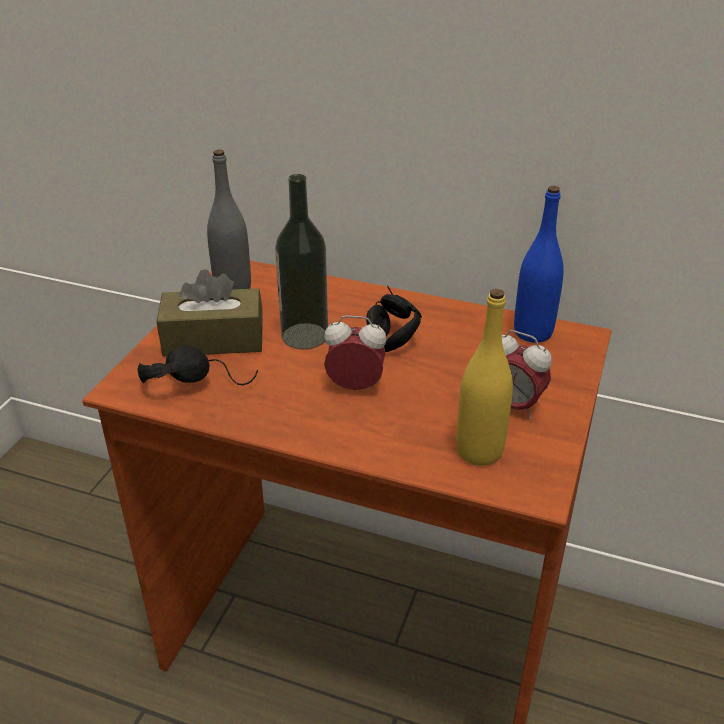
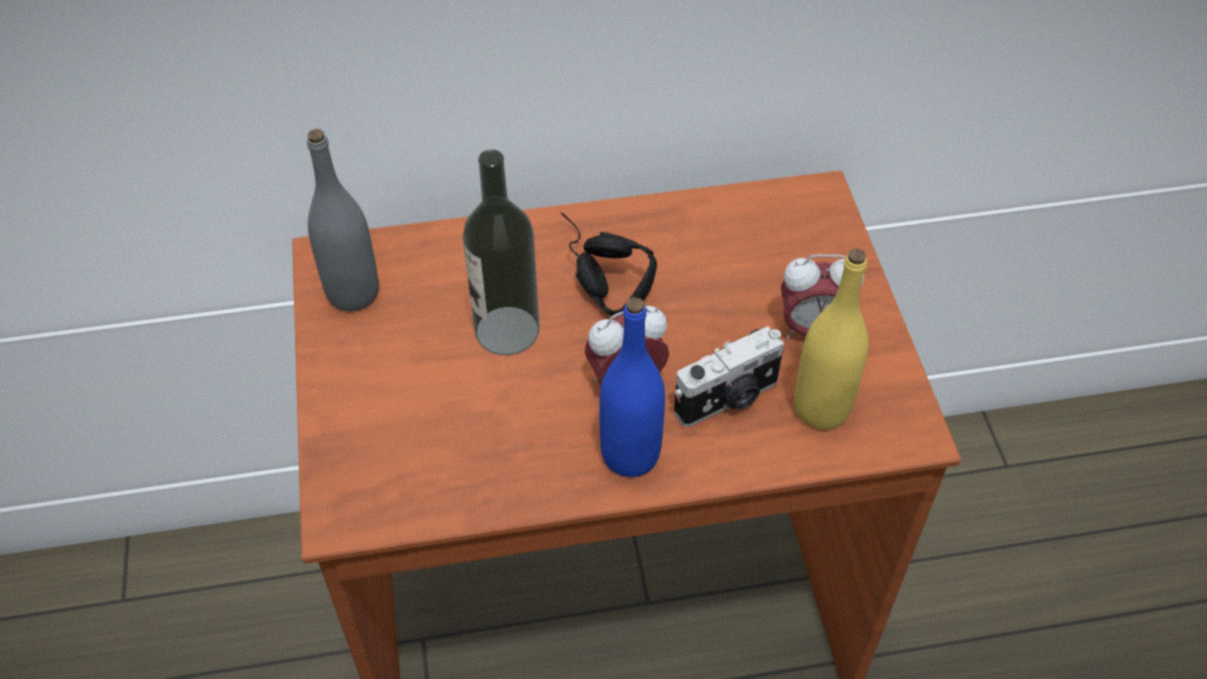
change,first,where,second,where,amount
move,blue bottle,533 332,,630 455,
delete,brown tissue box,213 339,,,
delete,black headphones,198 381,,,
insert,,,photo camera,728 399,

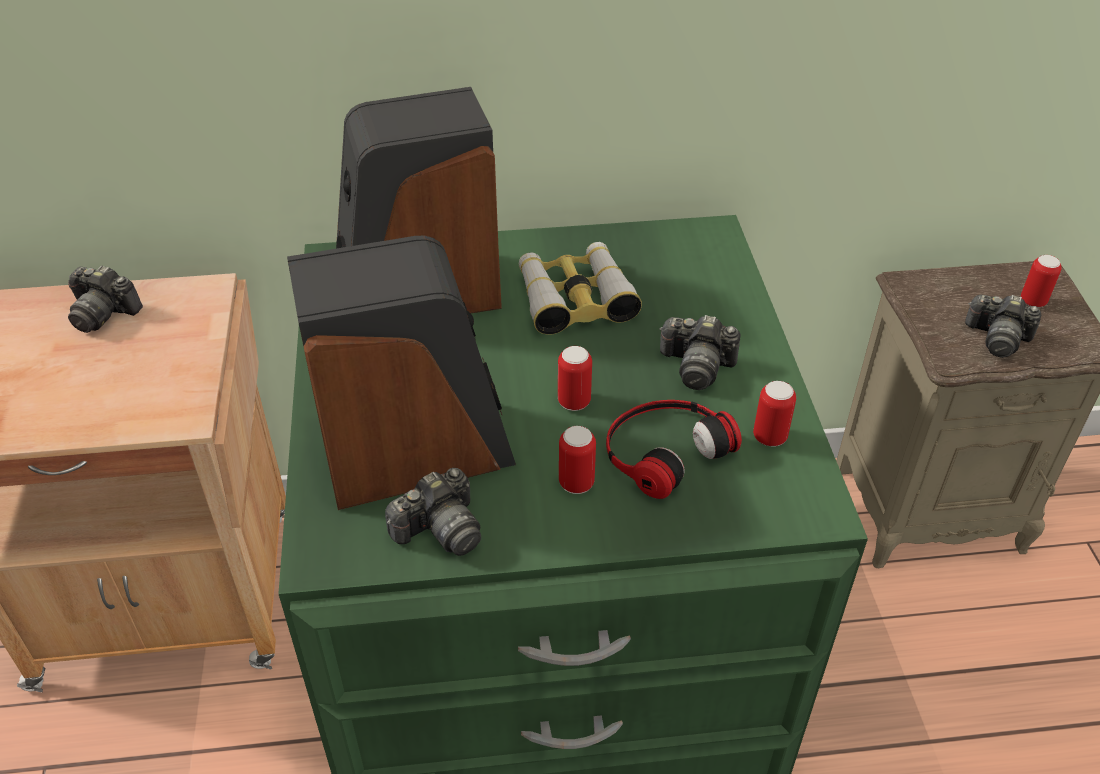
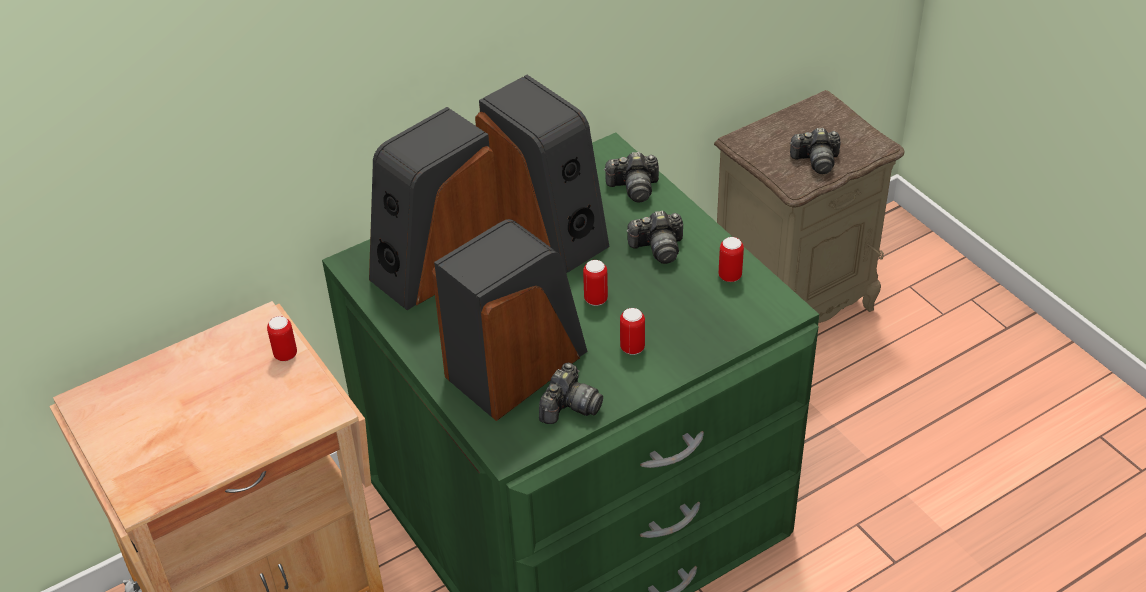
change,first,where,second,where,amount
replace,binoculars,575 298,speaker,547 230,
move,can,1033 301,,285 355,
move,photo camera,103 313,,634 188,
delete,headphones,664 449,,,

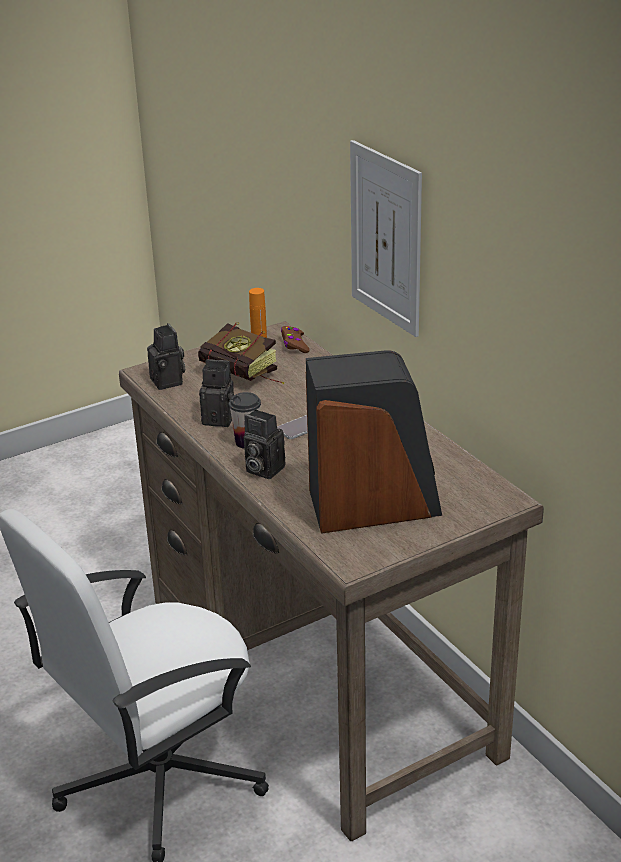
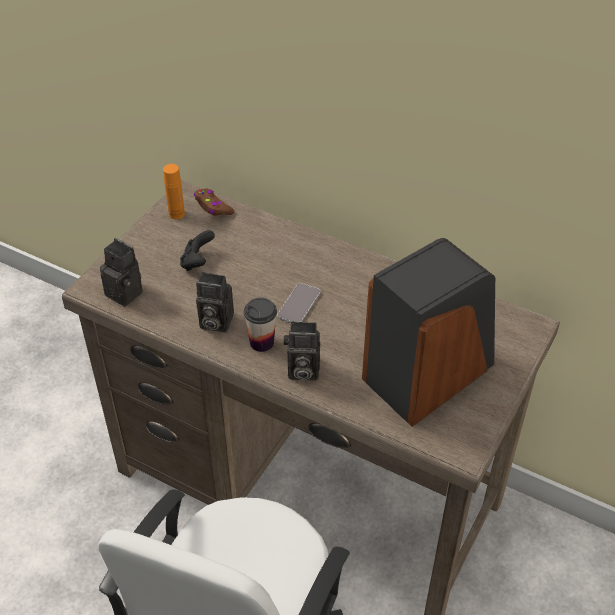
change,first,where,second,where,amount
delete,picture,386 238,,,
replace,book,245 377,black game controller,197 262,
rotate,photo camera,221 418,,214 322,150 degrees counterclockwise

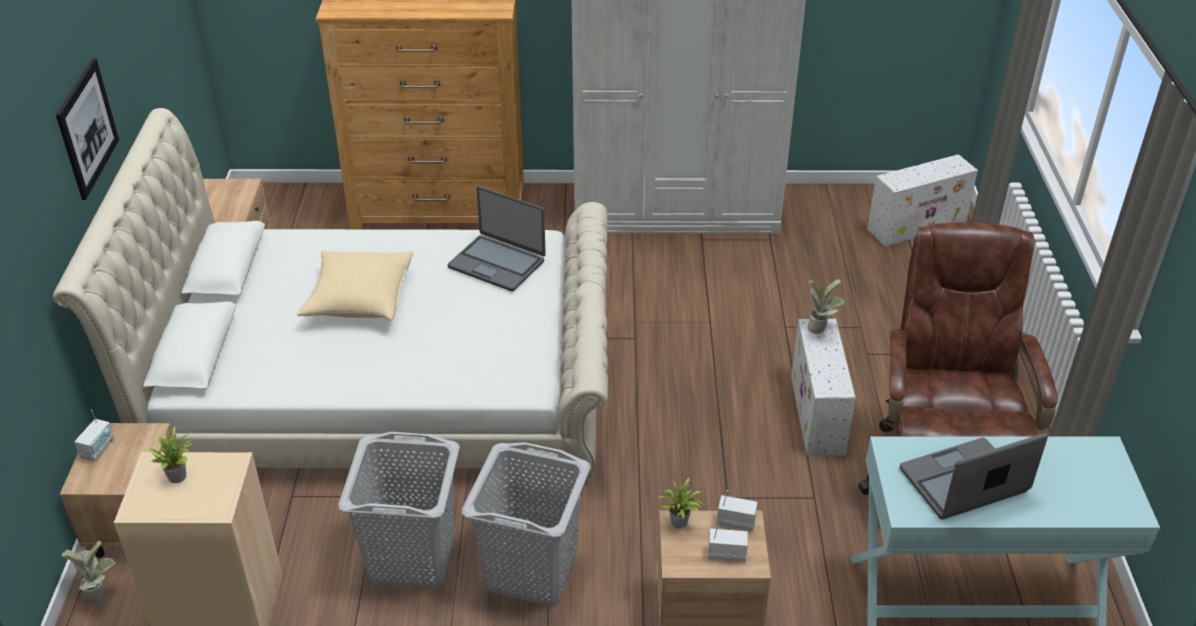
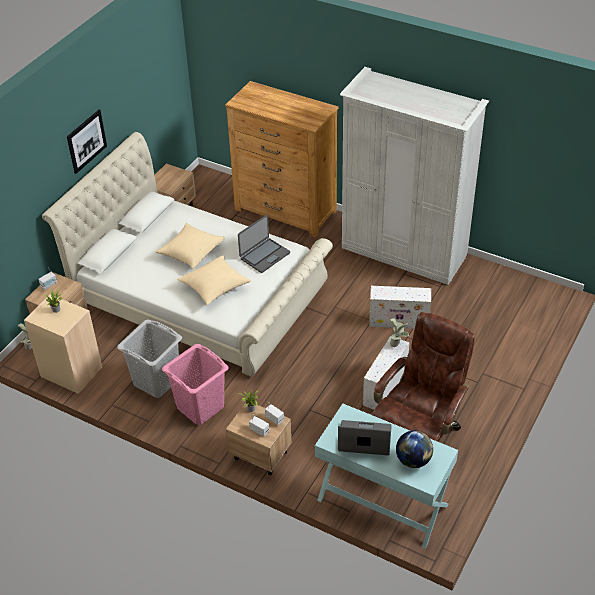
change,first,where,second,where,amount
move,white storage box,918 225,,399 321,
rotate,laptop,497 263,,264 255,105 degrees counterclockwise
recolor,grey laundry basket,530 571,pink laundry basket,200 407,
insert,,,beige pillow,215 288,
insert,,,globe,413 460,

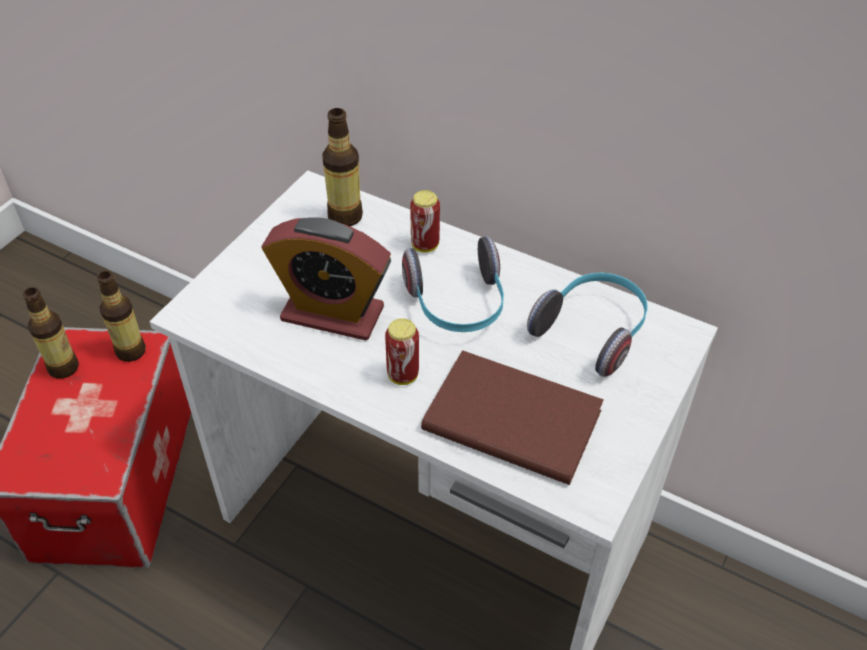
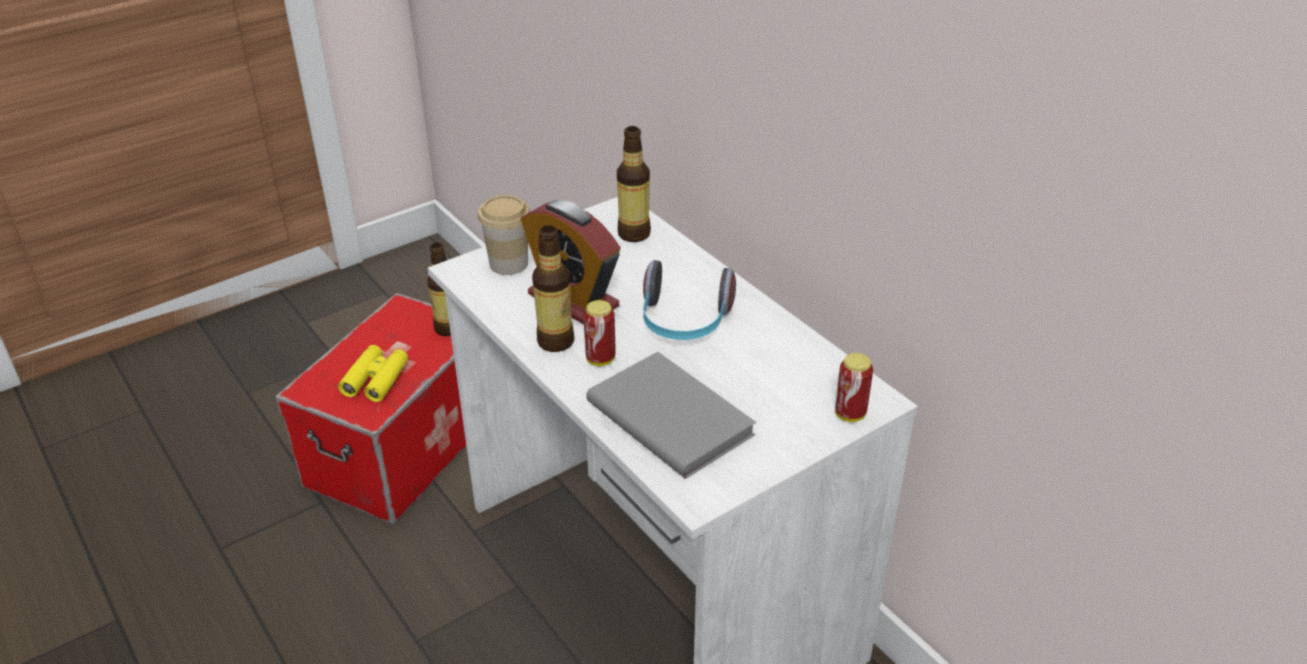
change,first,where,second,where,amount
move,can,425 245,,850 414,
delete,headphones,592 331,,,
move,bottle,63 367,,556 341,
recolor,brown book,511 417,grey book,671 415,
insert,,,cup,508 264,
insert,,,yellow binoculars,376 379,

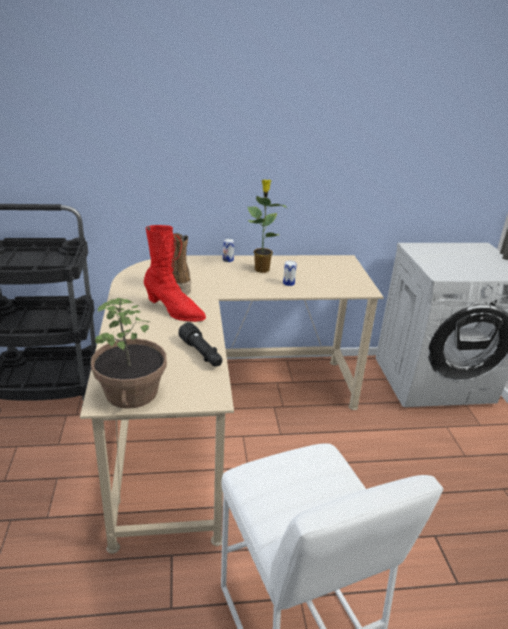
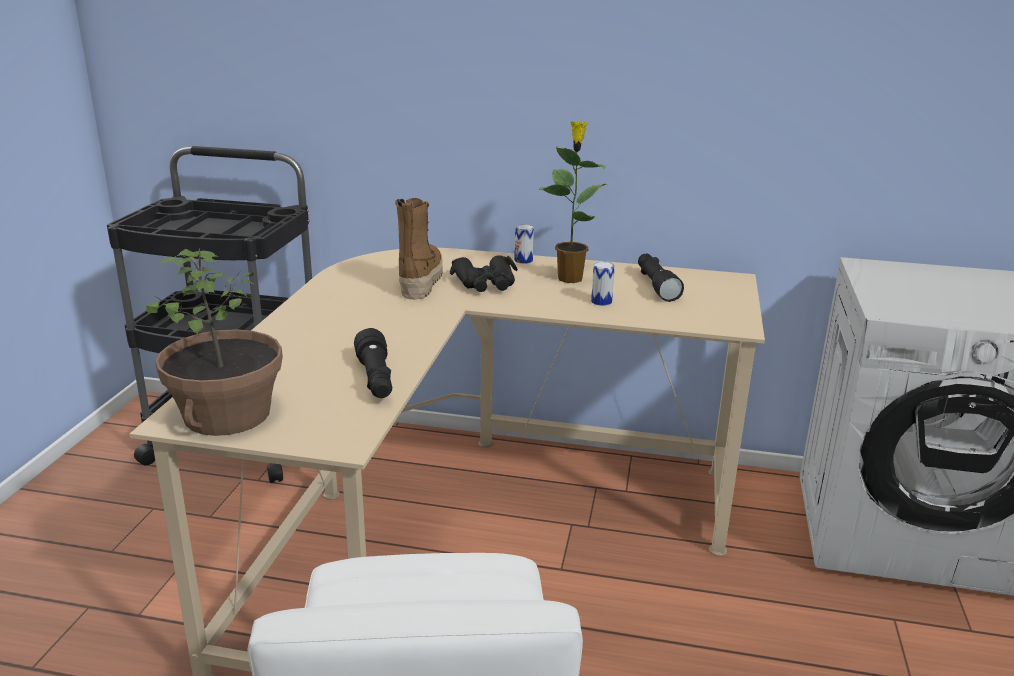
change,first,where,second,where,amount
delete,red boot,174 311,,,
insert,,,black flashlight,655 285,
insert,,,black binoculars,486 283,

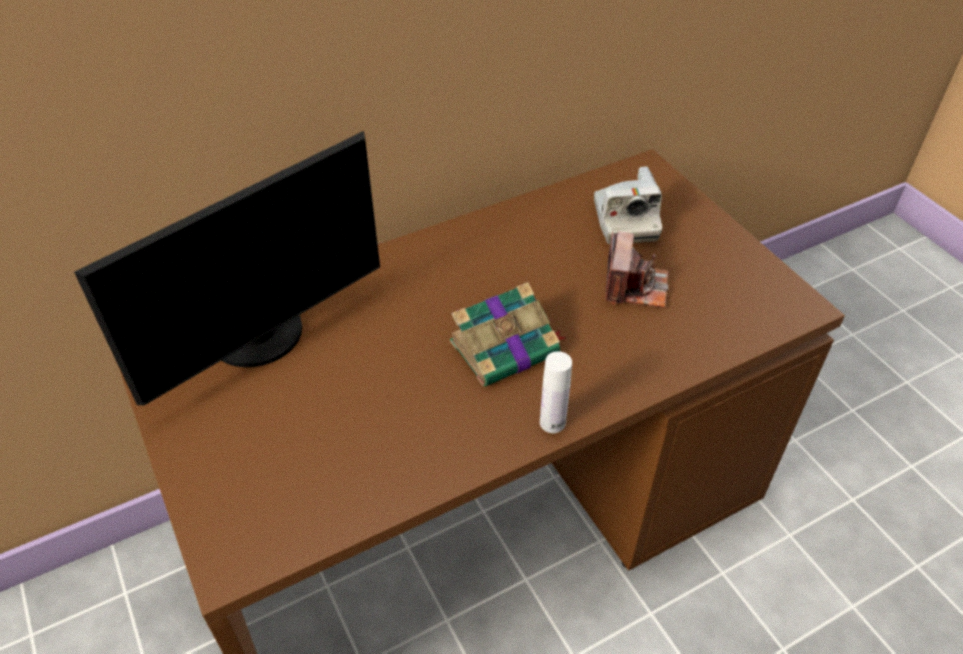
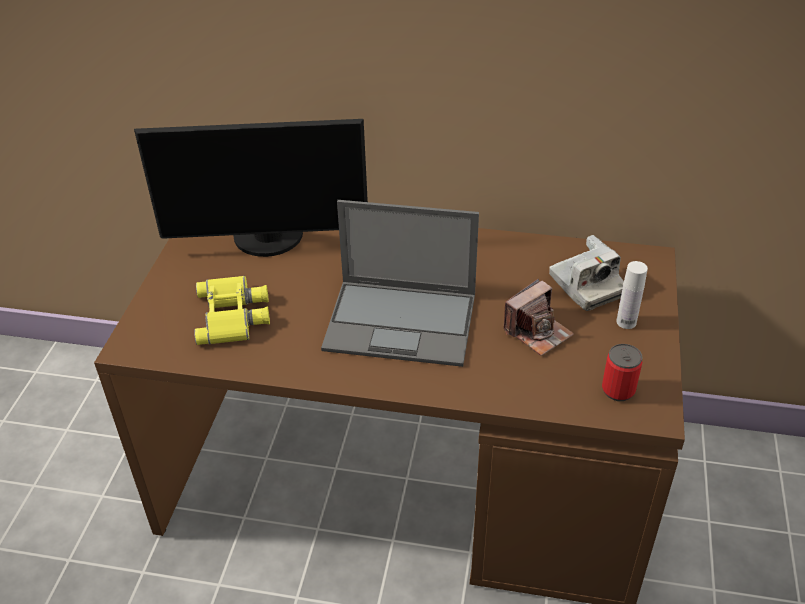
change,first,where,second,where,amount
rotate,photo camera,625 221,,585 286,60 degrees counterclockwise
replace,book,507 347,laptop,402 322,
move,white bottle,552 422,,626 322,
insert,,,yellow binoculars,234 315,
insert,,,can,618 390,

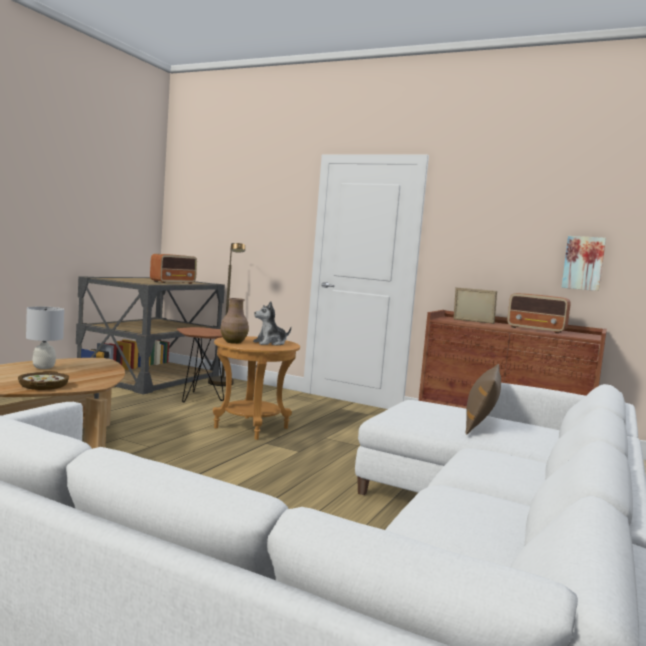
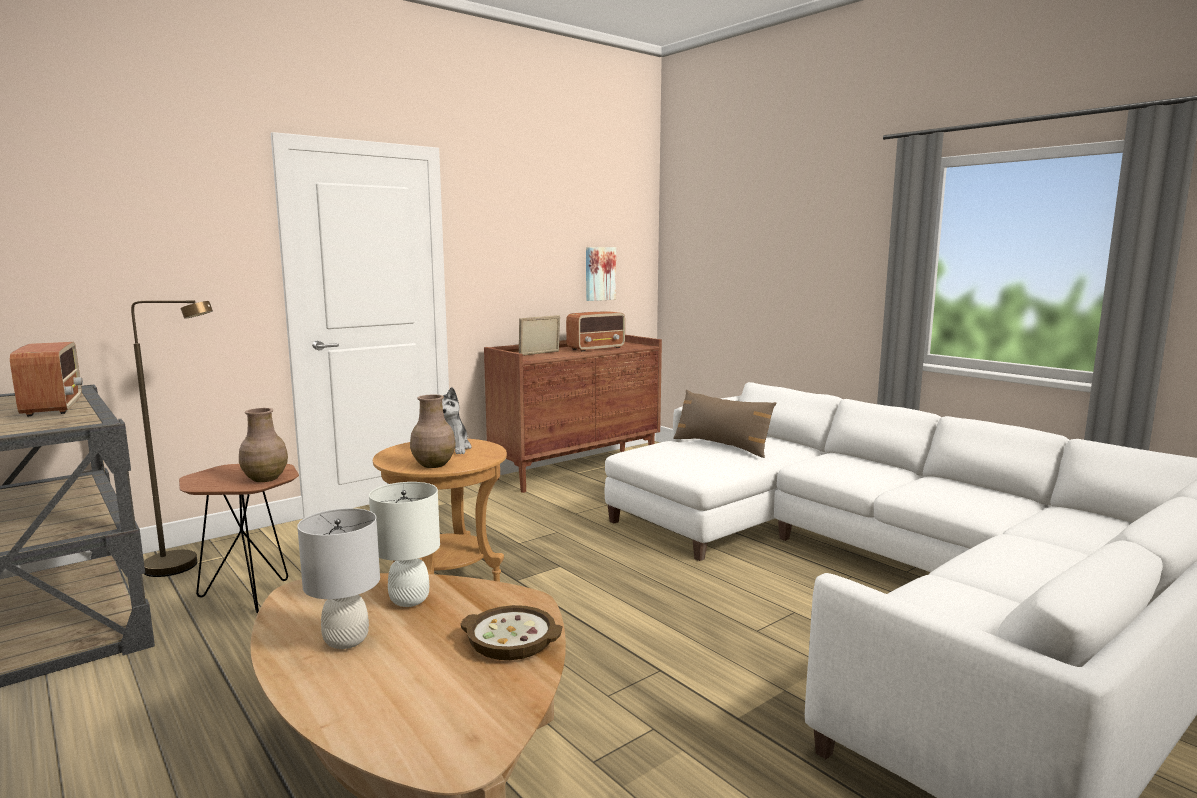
change,first,where,second,where,amount
insert,,,brown vase,265 478,
insert,,,white table lamp,410 600,

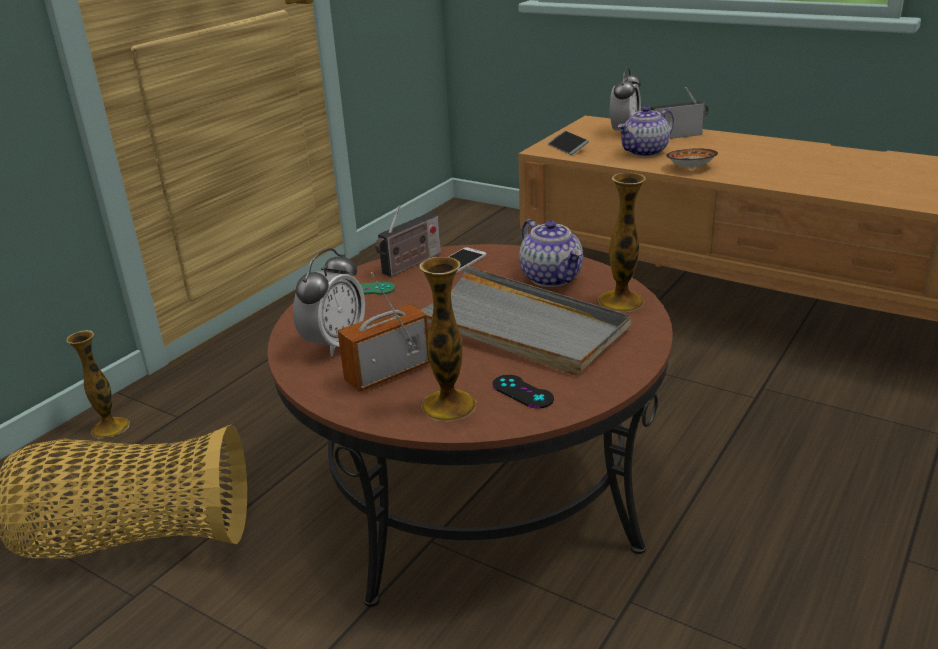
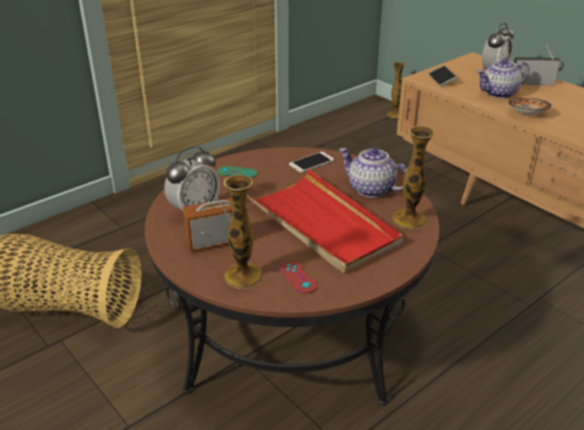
change,first,where,second,where,amount
delete,radio,410 265,,,
rotate,teapot,552 278,,370 189,135 degrees clockwise
recolor,grey tray,516 326,red tray,322 224,
move,vase,110 428,,396 114,
recolor,black game controller,522 392,red game controller,298 277,

